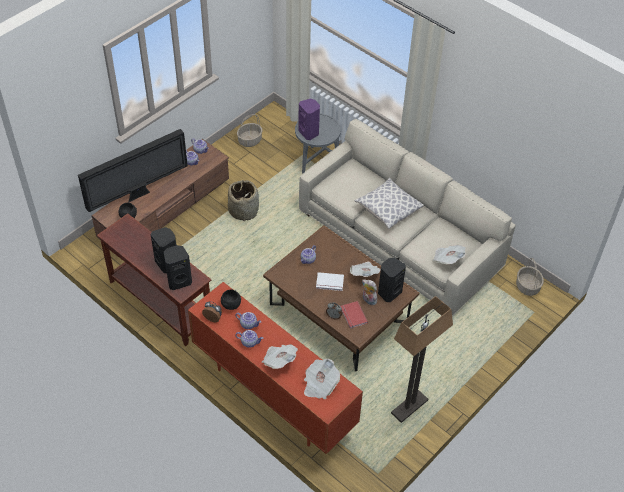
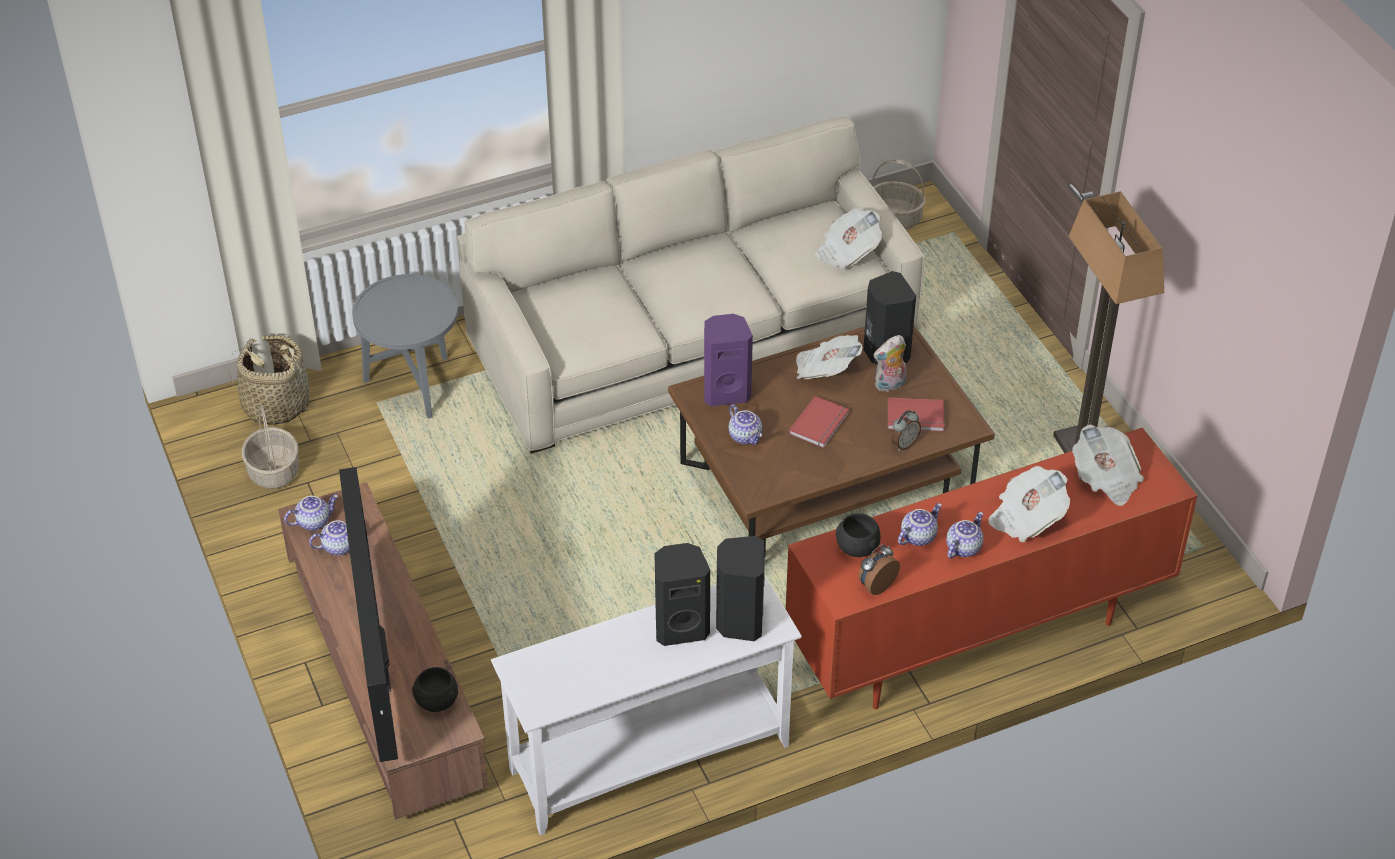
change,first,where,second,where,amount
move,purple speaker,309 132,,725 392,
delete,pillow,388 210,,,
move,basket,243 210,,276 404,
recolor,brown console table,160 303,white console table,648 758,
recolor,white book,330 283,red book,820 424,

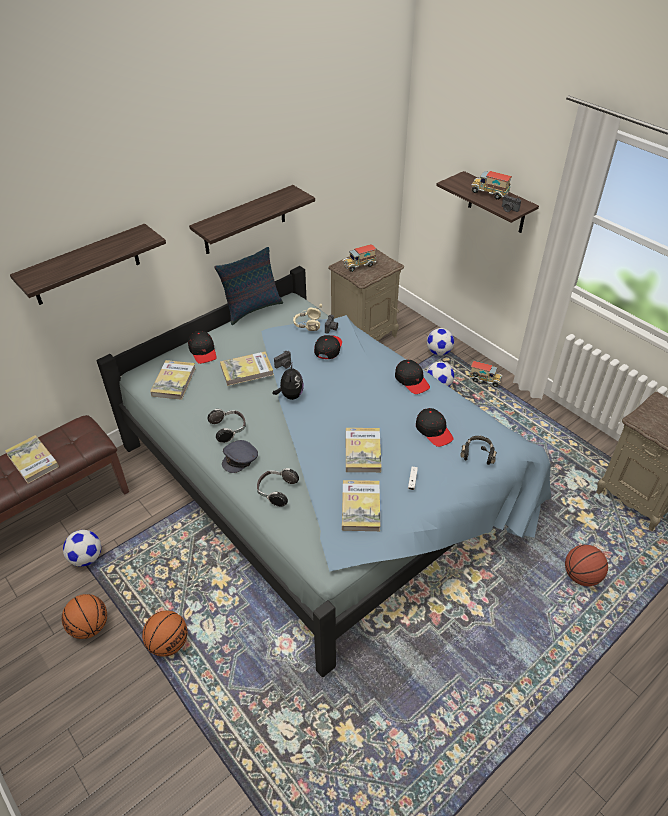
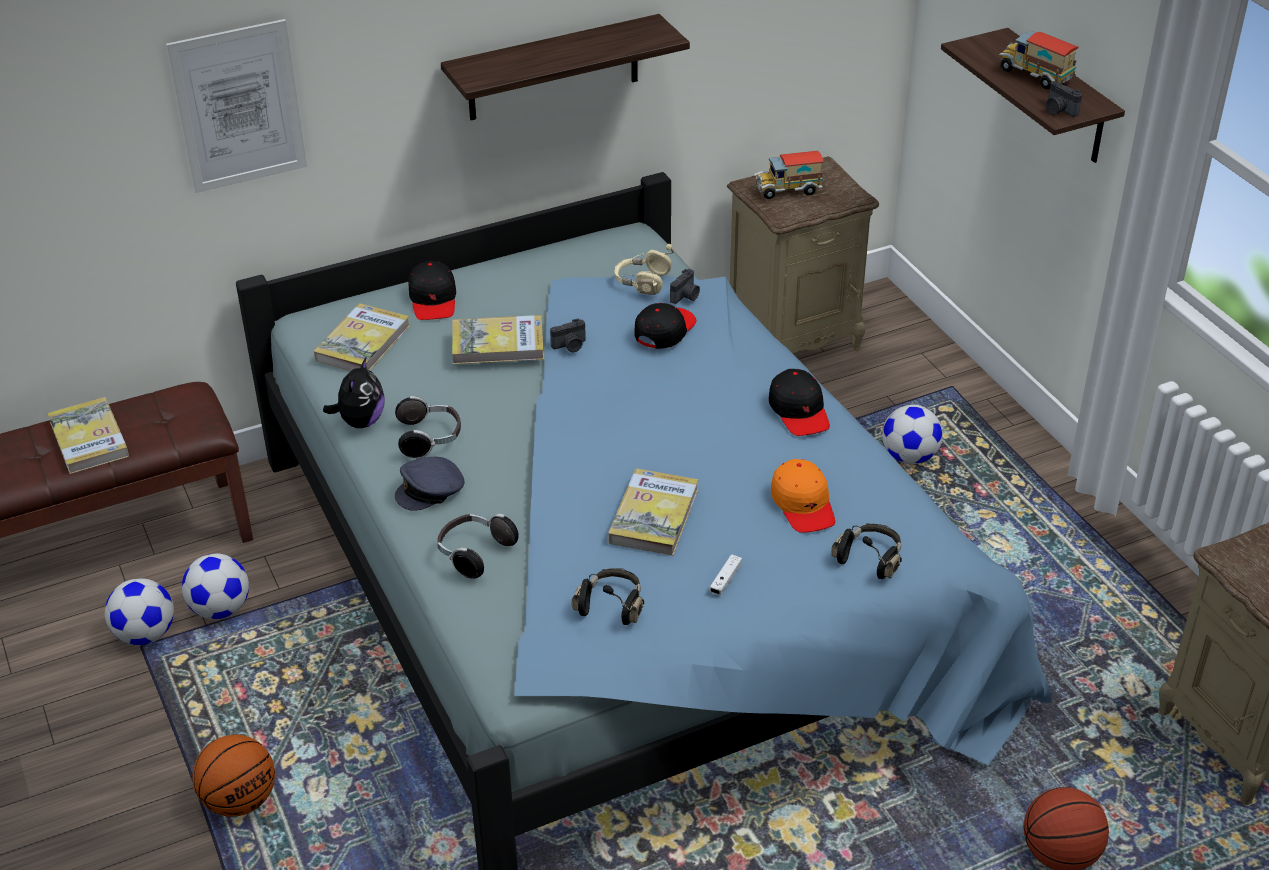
change,first,where,second,where,amount
replace,shelf,85 265,picture,238 106,
delete,blue pillow,253 309,,,
move,football,439 352,,221 609,
delete,toy truck,484 381,,,
move,plush toy,290 395,,360 421,
recolor,black cap,434 431,orange cap,803 504,
replace,book,360 507,black headphones,611 605,
delete,basketball,90 626,,,

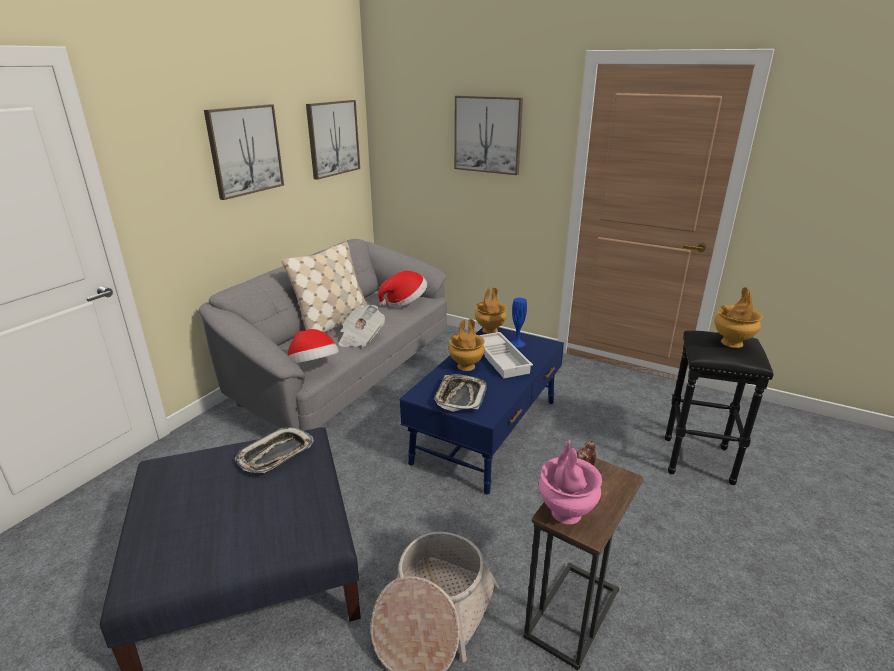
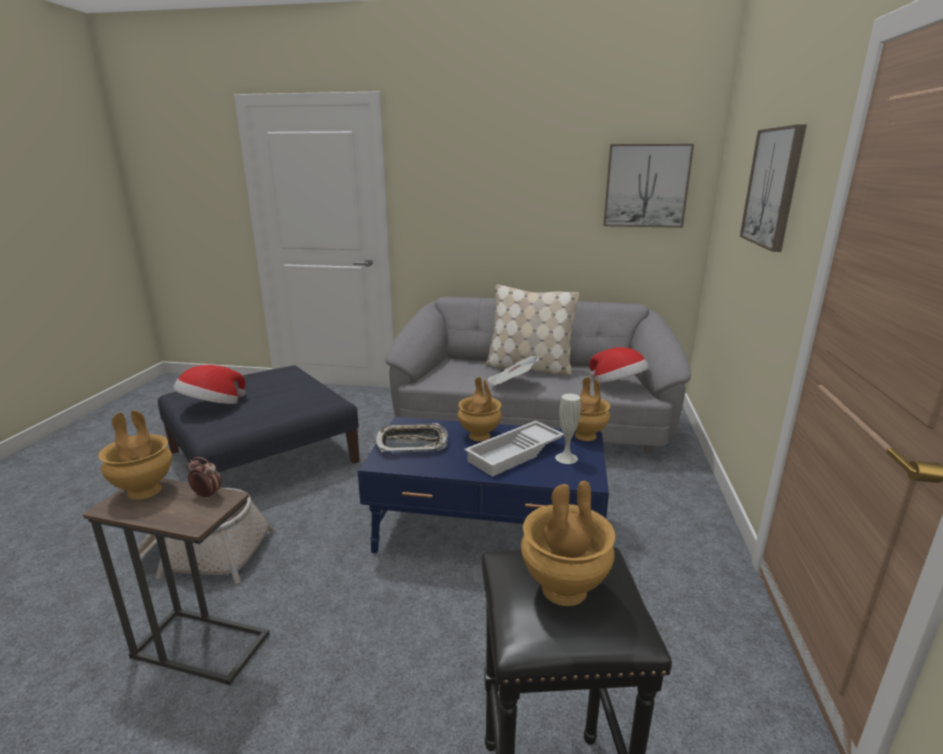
change,first,where,second,where,amount
delete,picture,245 150,,,
recolor,blue vase,517 343,white vase,566 458,
move,hat,314 367,,212 406,
delete,tray,276 455,,,
recolor,pink vase,565 512,brown vase,145 490,

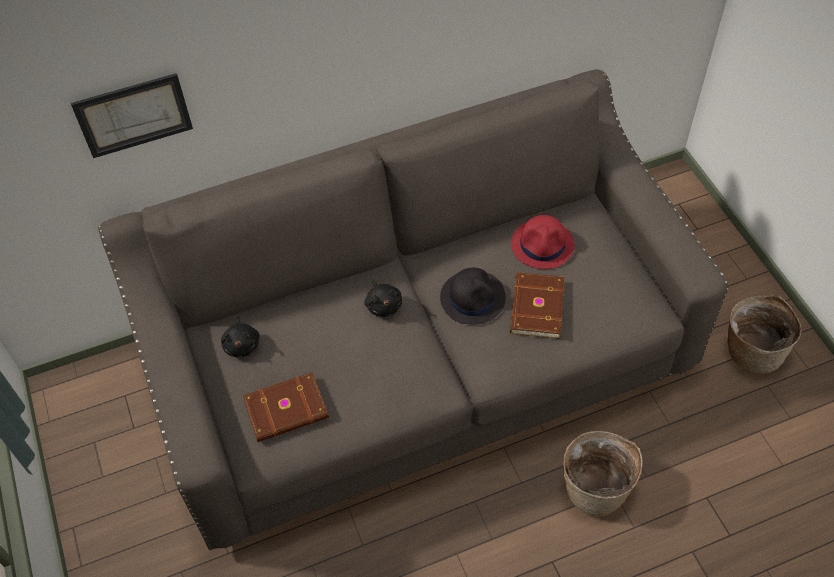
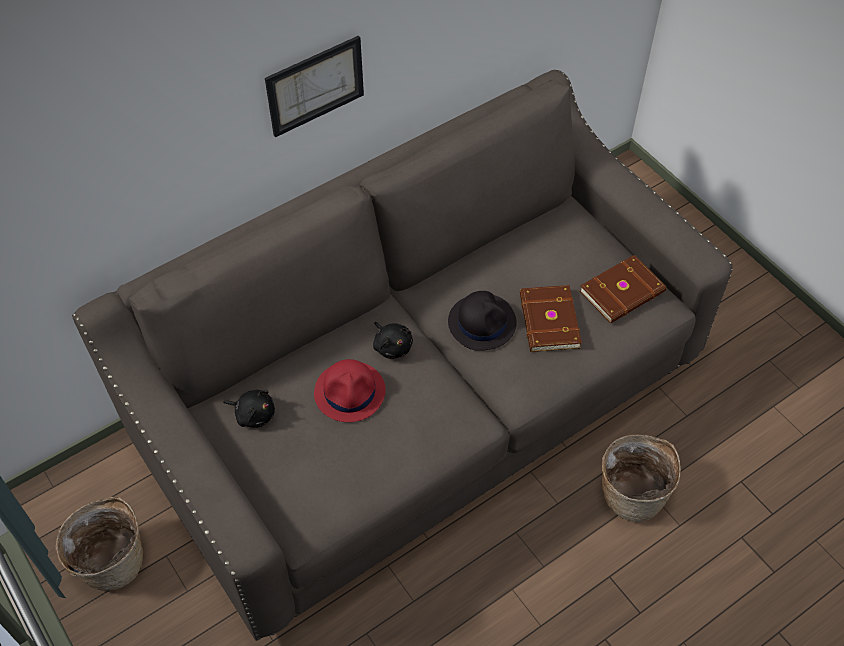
change,first,where,second,where,amount
move,picture,133 115,,315 85,
move,red hat,543 245,,350 392,
move,basket,752 350,,112 559,
rotate,black plush toy,242 344,,253 414,45 degrees counterclockwise
move,brown book,287 410,,623 292,

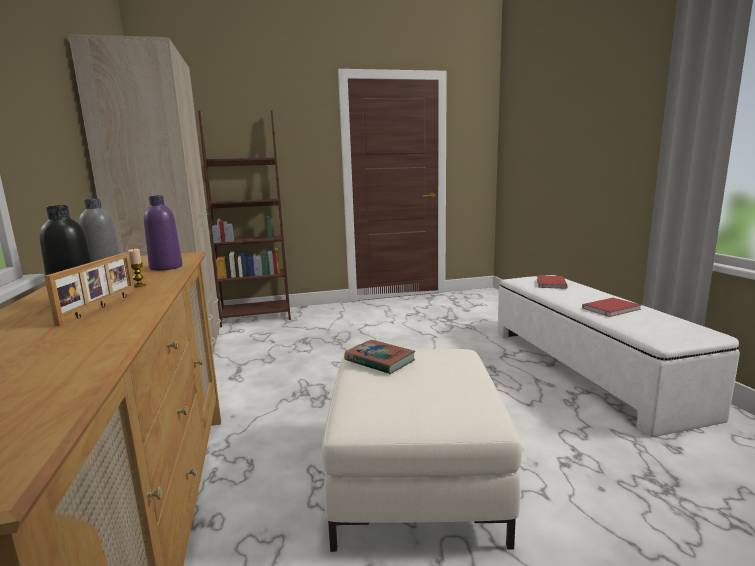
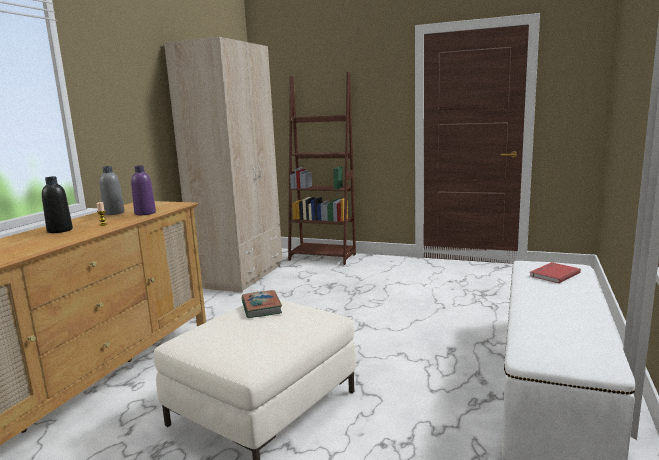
change,first,where,second,where,amount
delete,picture frame,101 307,,,
delete,red book,612 309,,,

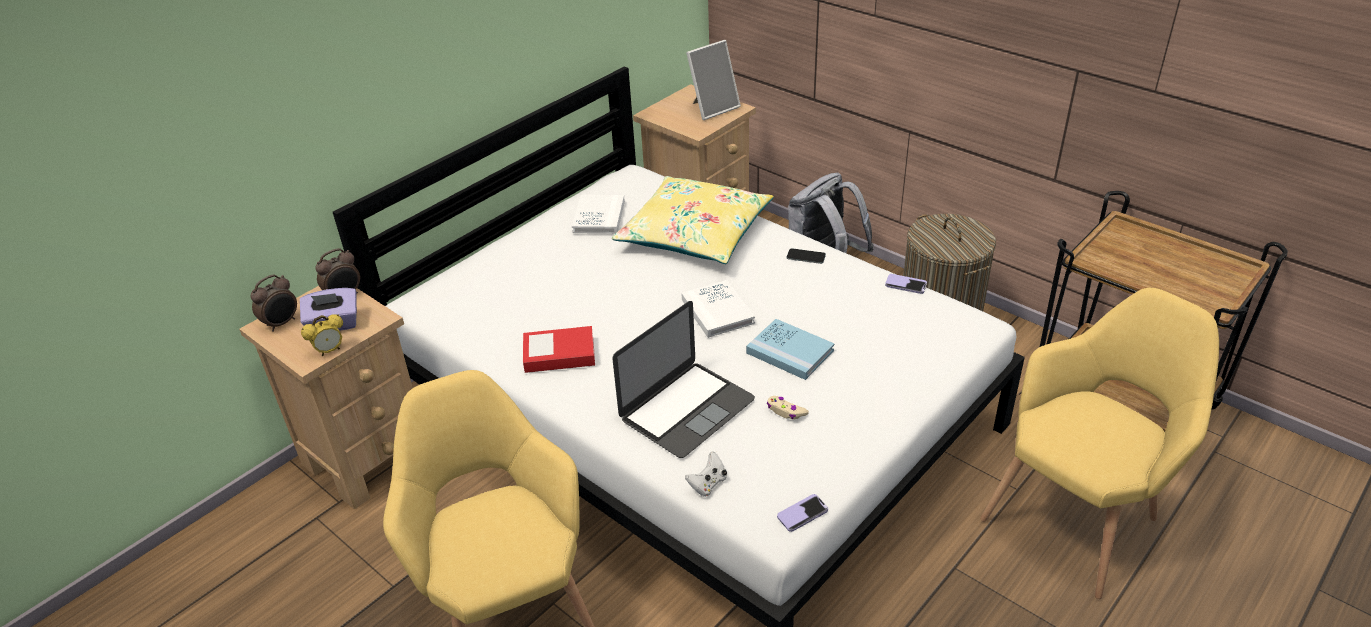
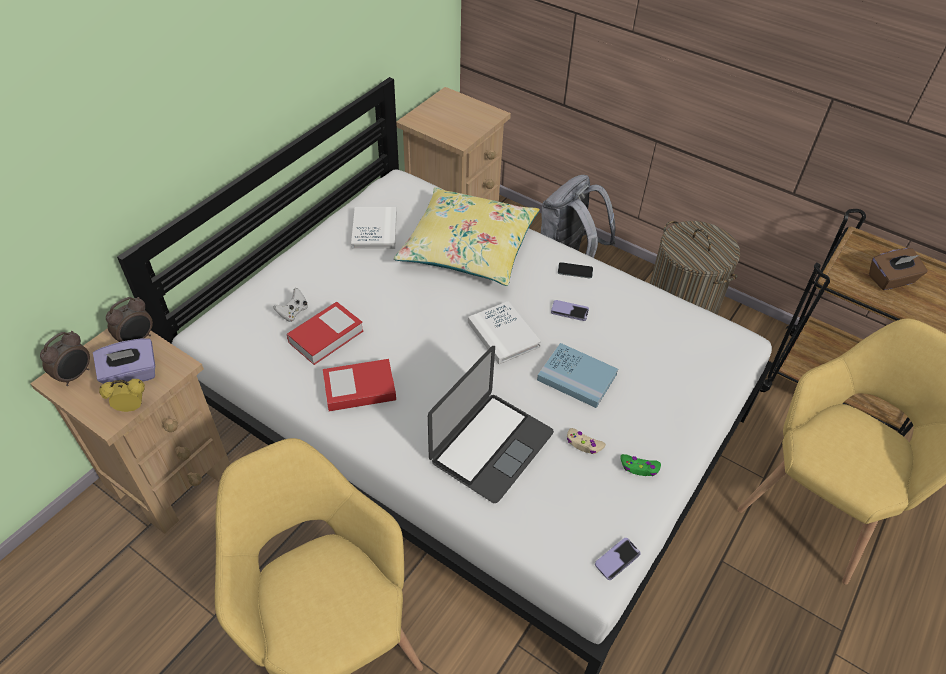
change,first,where,second,where,amount
delete,picture frame,713 108,,,
move,phone,905 285,,569 311,
rotate,alarm clock,330 351,,131 407,150 degrees counterclockwise
move,white game controller,708 484,,293 312,
insert,,,brown tissue box,891 280,
insert,,,book,326 337,
insert,,,green game controller,639 468,

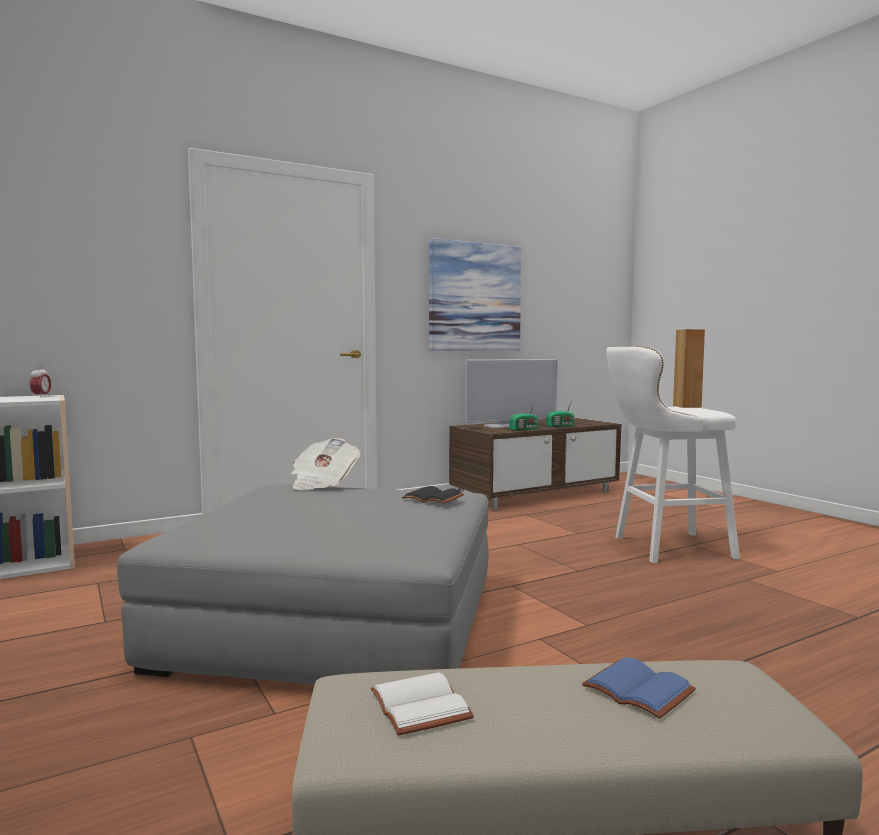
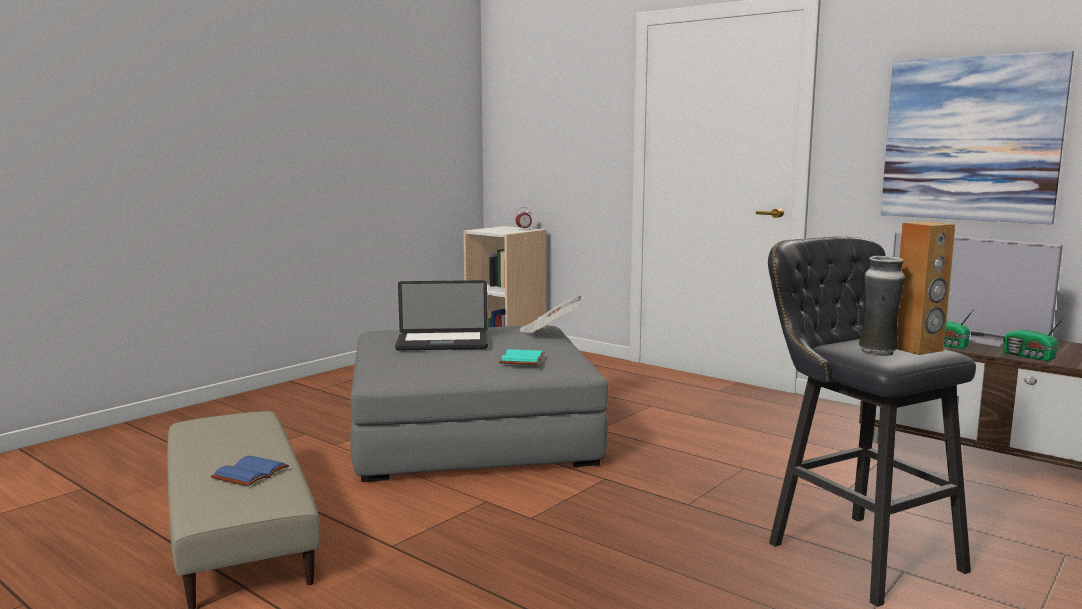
change,first,where,second,where,amount
recolor,white stool,660 548,black stool,848 547,
recolor,black book,434 498,turquoise book,523 360,
delete,white book,423 706,,,
insert,,,vase,878 353,
insert,,,laptop,442 343,

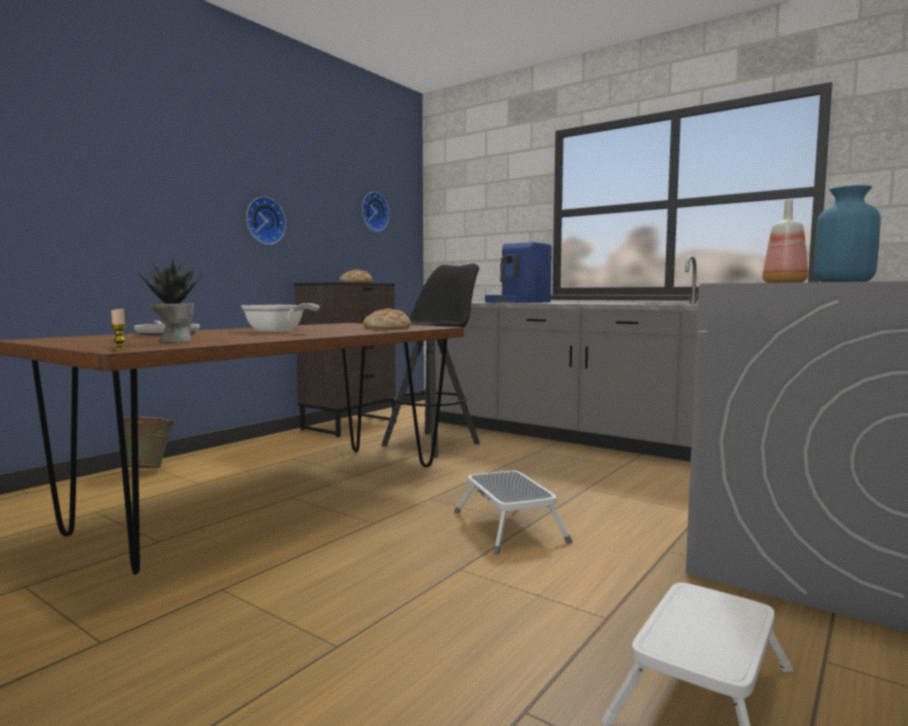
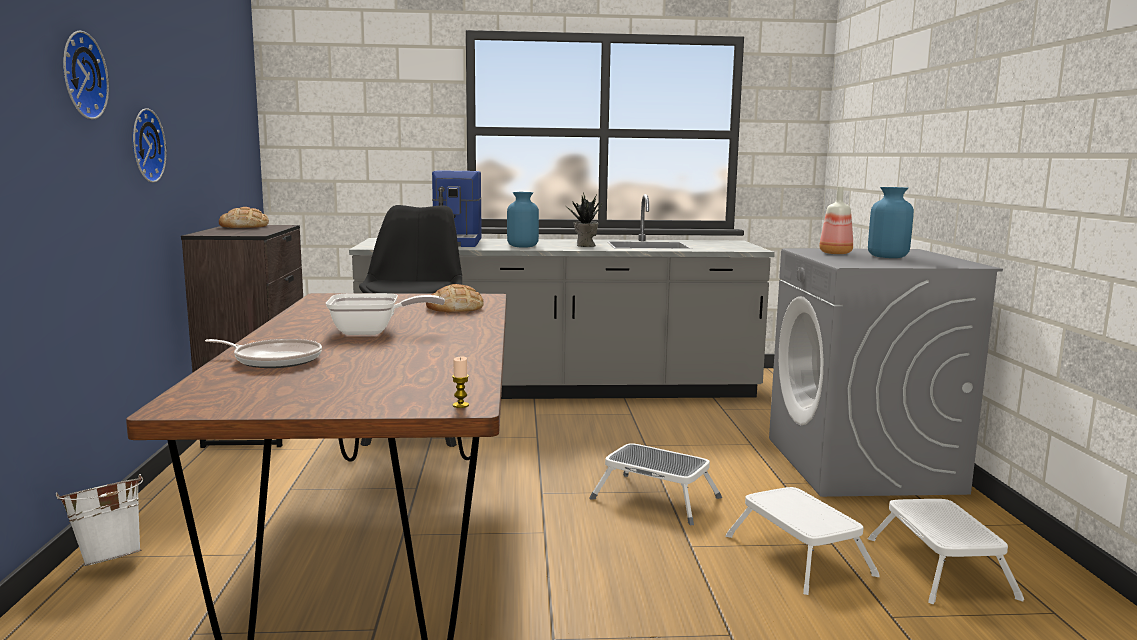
change,first,where,second,where,amount
move,wall clock,373 212,,79 75,
move,potted plant,174 341,,585 246,
recolor,green bucket,150 468,white bucket,110 559,
insert,,,blue vase,522 246,
insert,,,white step ladder,799 555,

